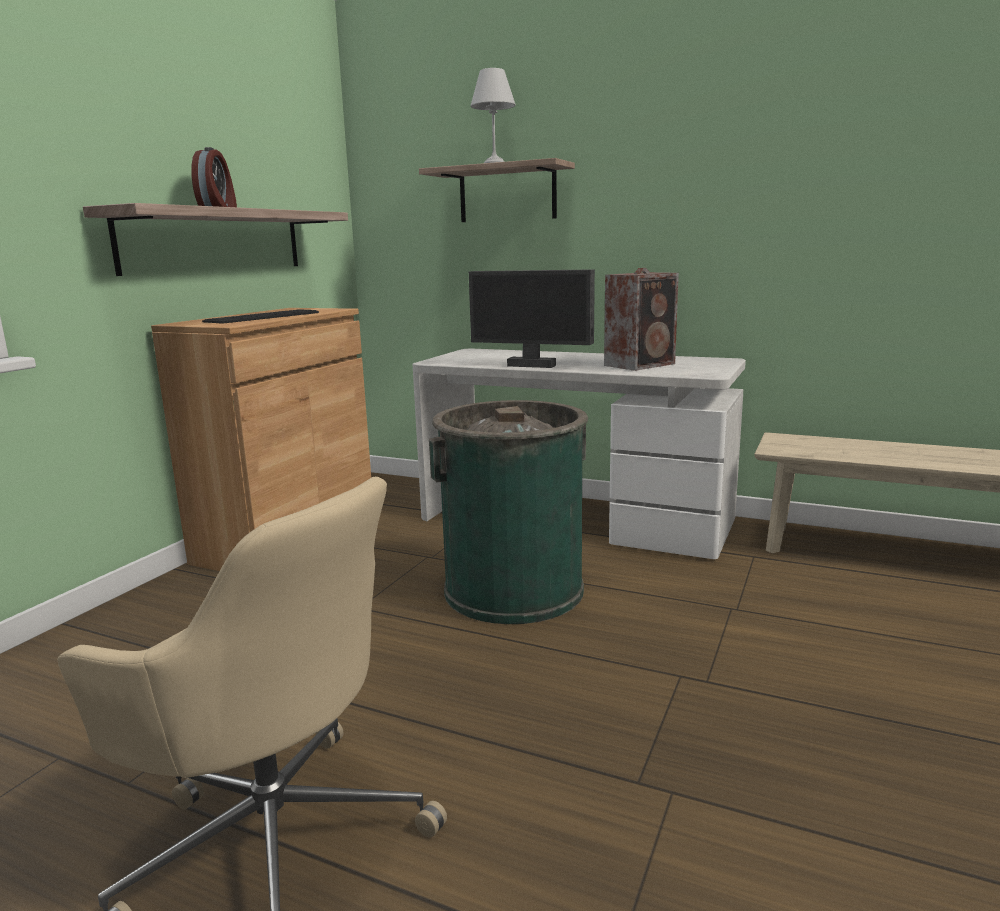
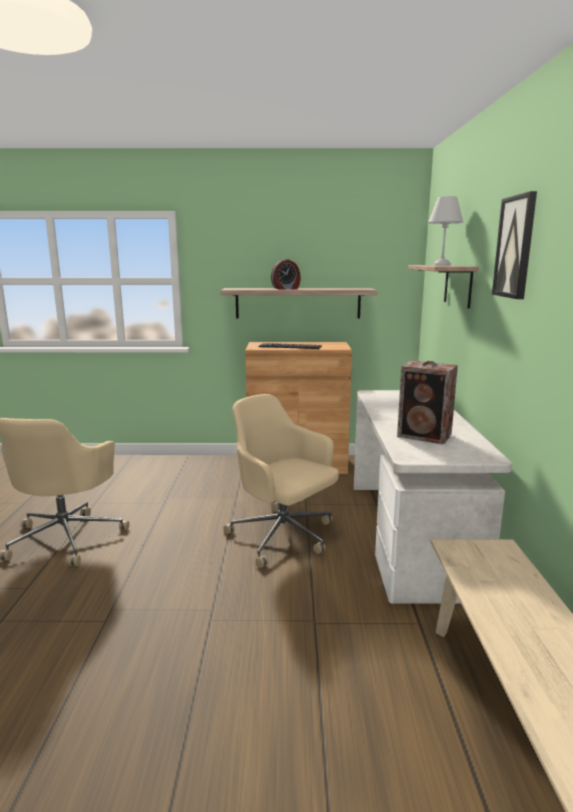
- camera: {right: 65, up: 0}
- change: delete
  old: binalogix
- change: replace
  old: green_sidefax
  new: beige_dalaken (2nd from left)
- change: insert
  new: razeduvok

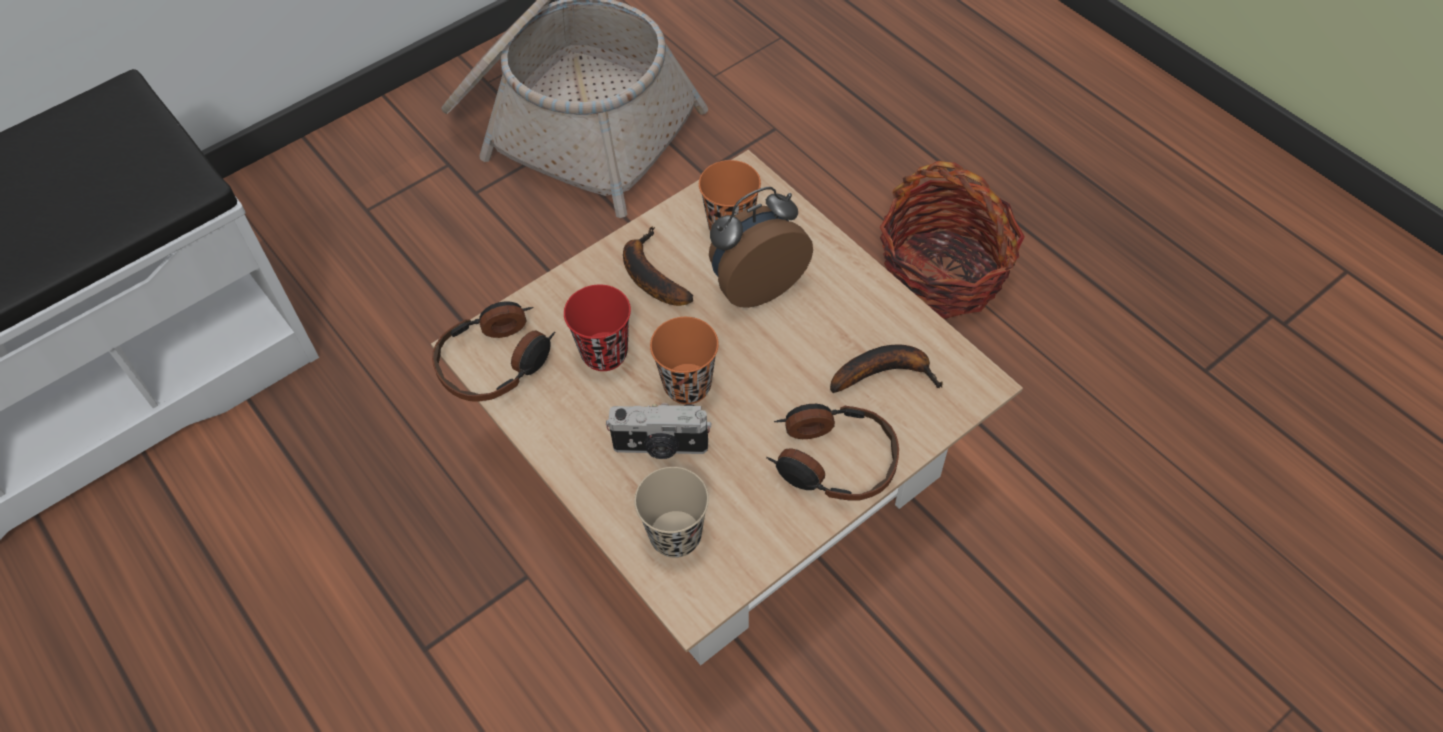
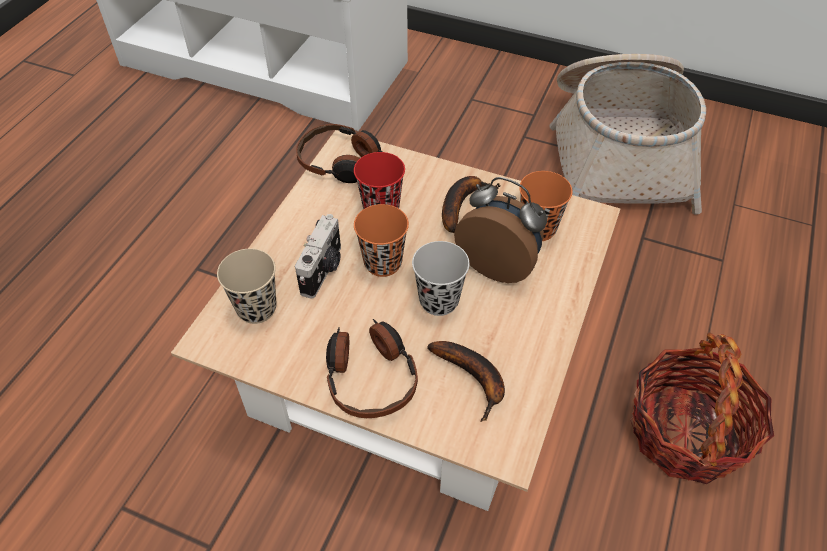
- camera: {right: 60, up: -5}
- change: rotate
  old: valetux
  degrees: -135
- change: insert
  new: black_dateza

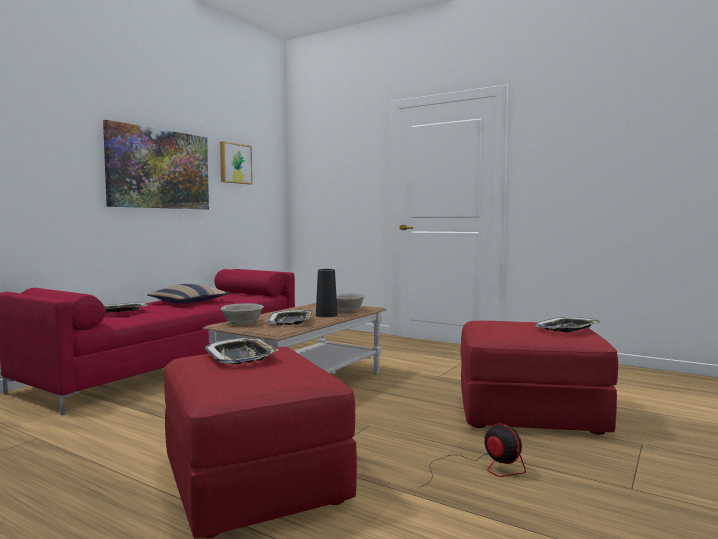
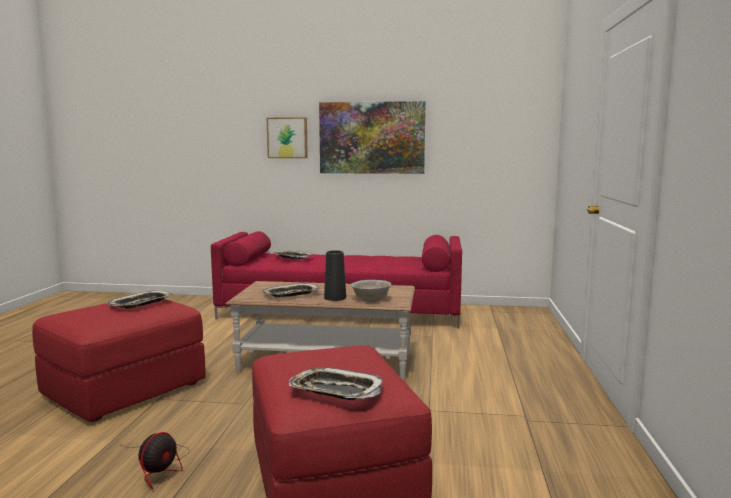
- camera: {right: 65, up: 5}
- change: move
  old: razeduvok (2nd from left in the first image)
  new: razeduvok (1st from left)
- change: delete
  old: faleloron
- change: delete
  old: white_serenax (1st from left)

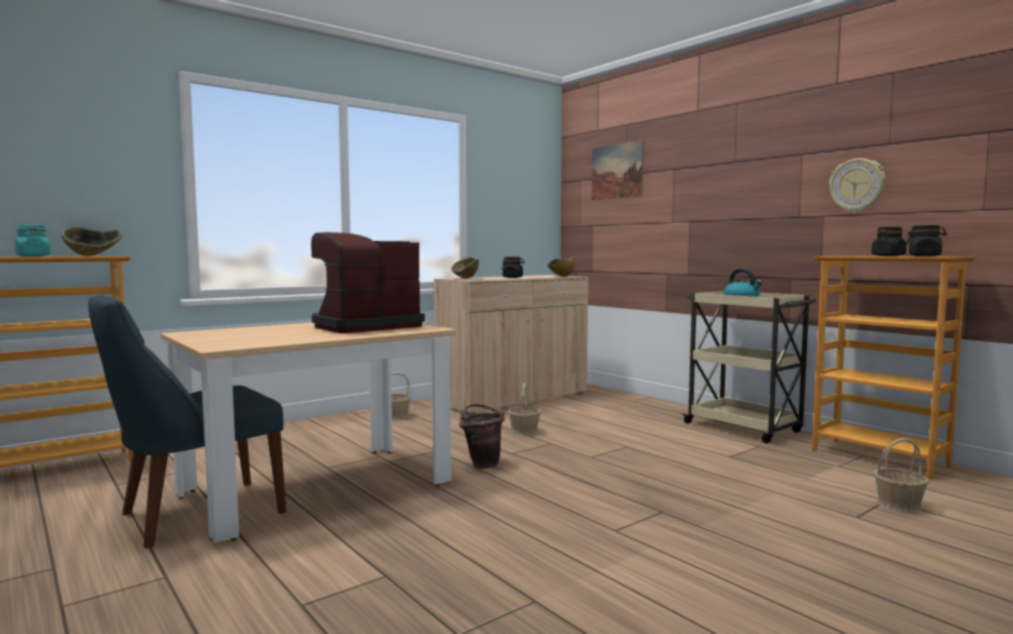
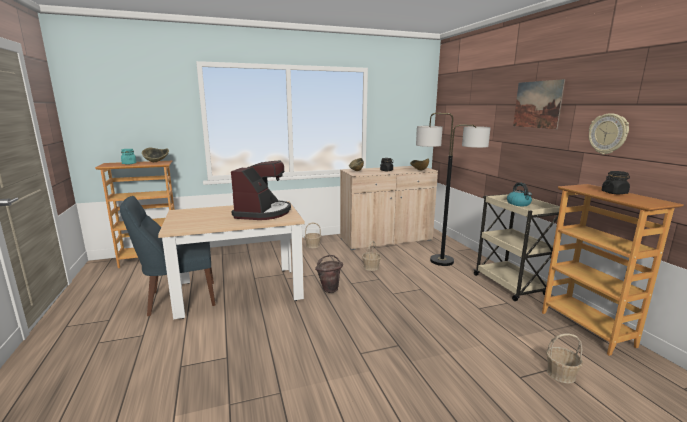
- camera: {right: 20, up: 10}
- change: move
  old: razeduvok
- change: delete
  old: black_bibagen (3rd from left)
- change: rotate
  old: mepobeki
  degrees: 120
- change: insert
  new: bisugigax

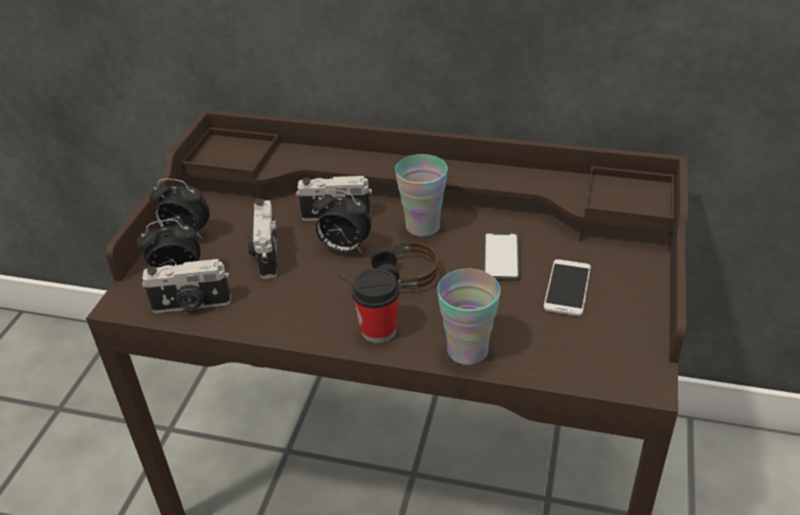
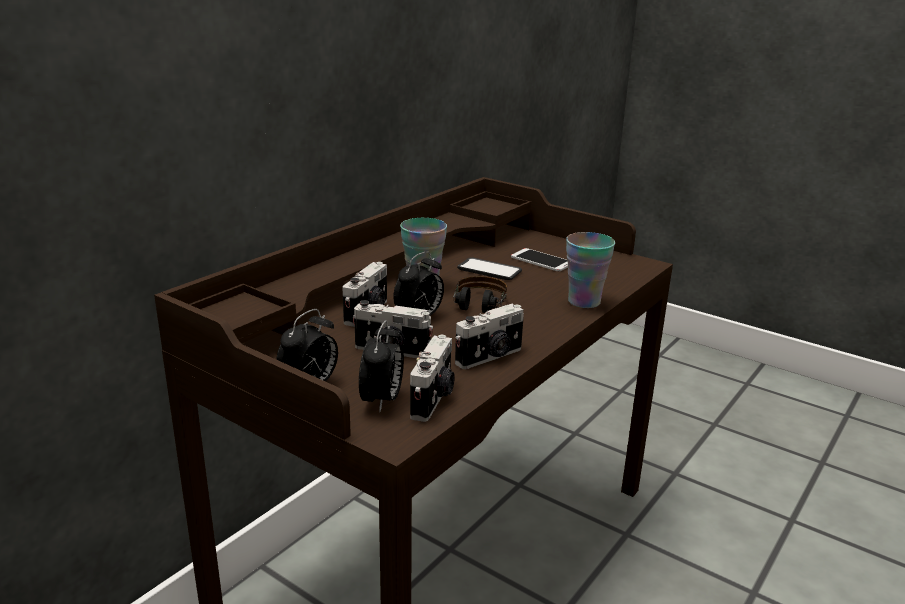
- camera: {right: -70, up: -15}
- change: delete
  old: dateza (1st from left)
- change: insert
  new: valetux (4th from left)

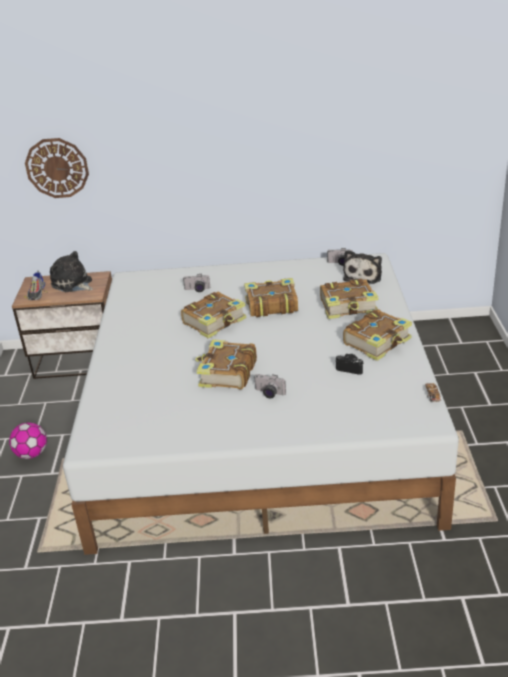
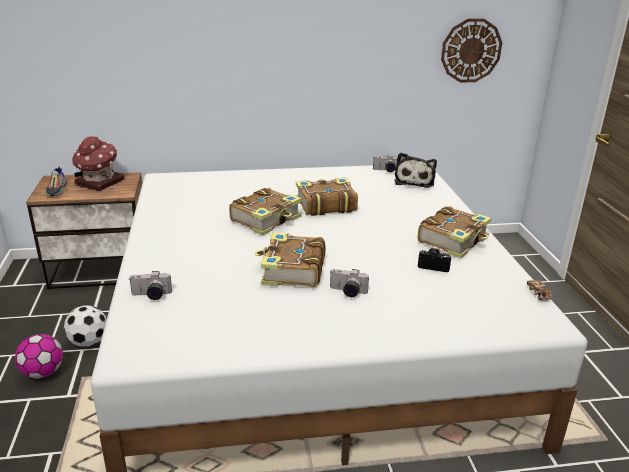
- camera: {right: -10, up: -5}
- change: move
  old: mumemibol
- change: replace
  old: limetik (1st from left)
  new: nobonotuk
- change: move
  old: valetux (1st from left)
- change: delete
  old: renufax (4th from left)
- change: insert
  new: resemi (2nd from left)

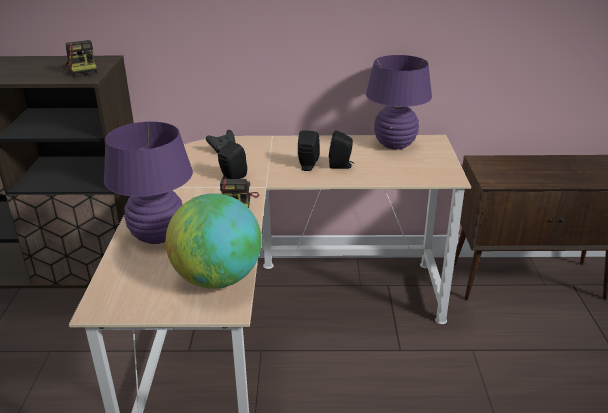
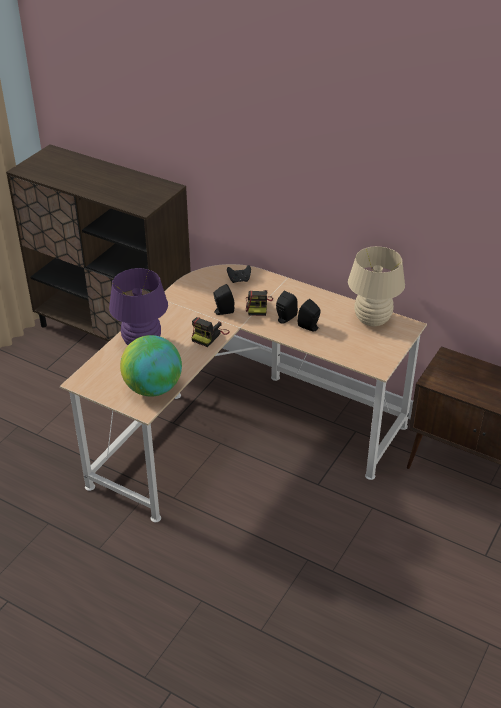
- camera: {right: 30, up: 10}
- change: move
  old: valetux (1st from left in the first image)
  new: valetux (2nd from left)
- change: recolor
  old: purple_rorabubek (2nd from left)
  new: beige_rorabubek

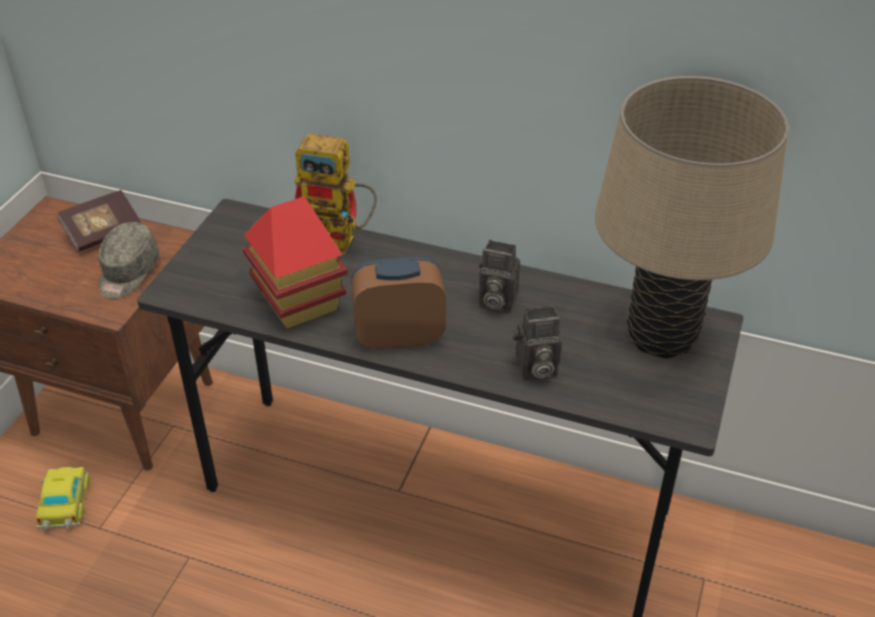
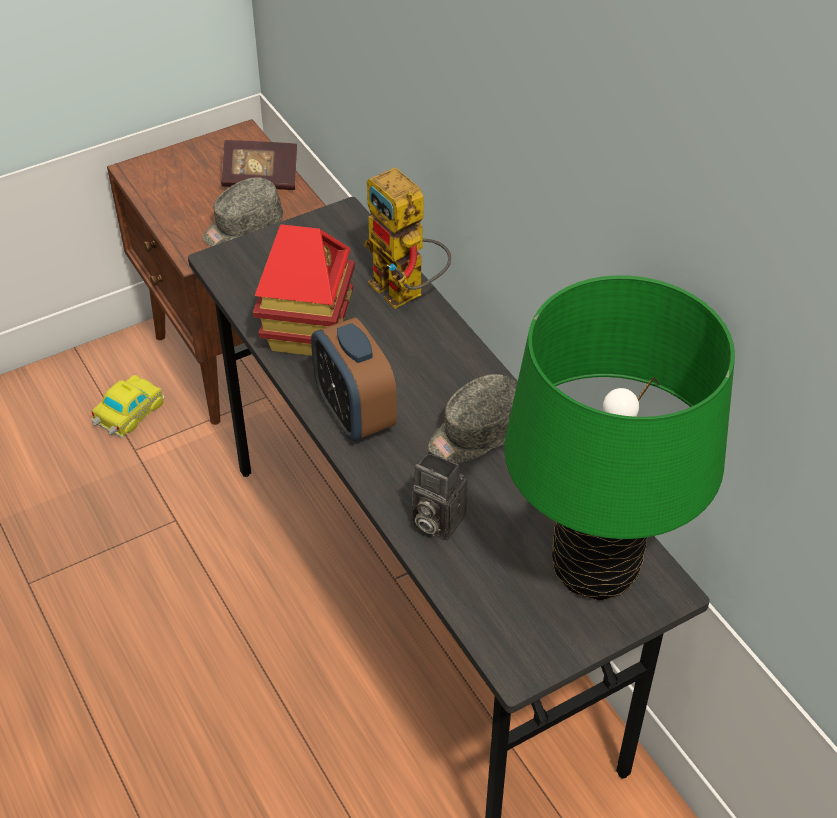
- camera: {right: 40, up: 5}
- change: recolor
  old: beige_rorabubek
  new: green_rorabubek
- change: replace
  old: valetux (1st from left)
  new: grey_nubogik (2nd from left)
- change: rotate
  old: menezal
  degrees: -150

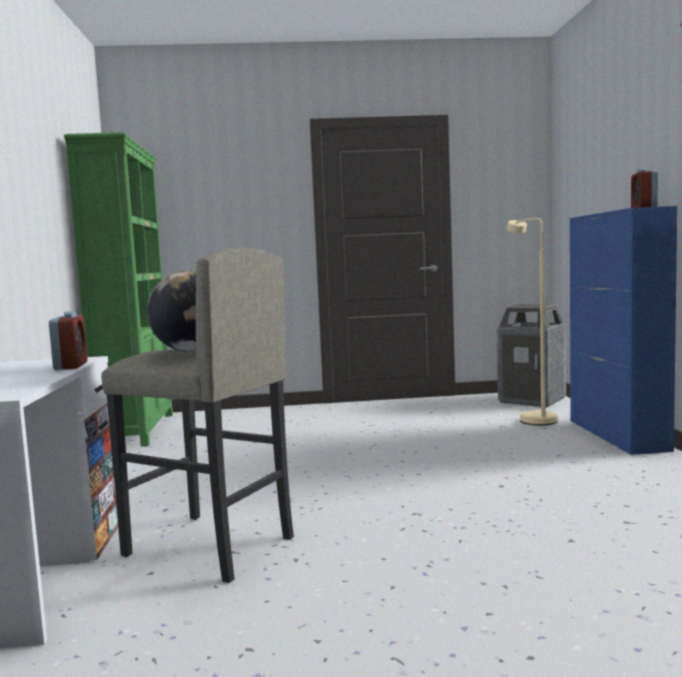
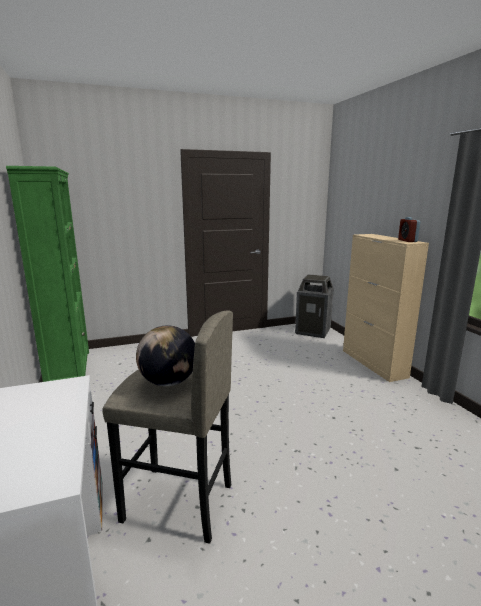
- camera: {right: -15, up: 10}
- change: recolor
  old: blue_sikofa
  new: beige_sikofa
- change: delete
  old: beige_bisugigax
- change: delete
  old: menezal (1st from left)

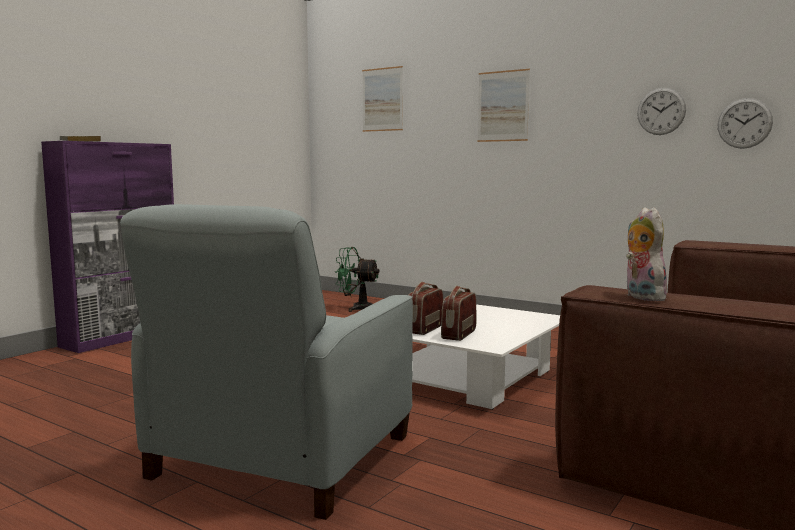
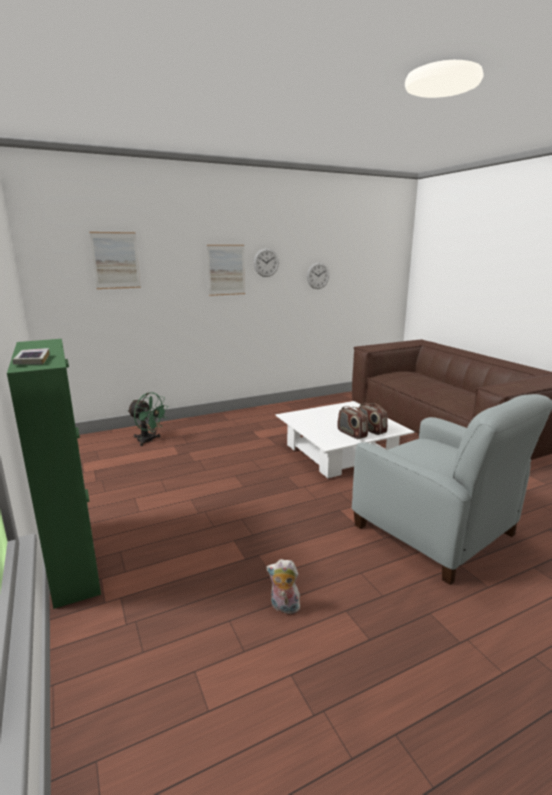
- camera: {right: -60, up: 10}
- change: move
  old: mumemibol (2nd from left in the first image)
  new: mumemibol (1st from left)
- change: recolor
  old: purple_sikofa
  new: green_sikofa
- change: move
  old: limetik
- change: rotate
  old: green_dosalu
  degrees: -105

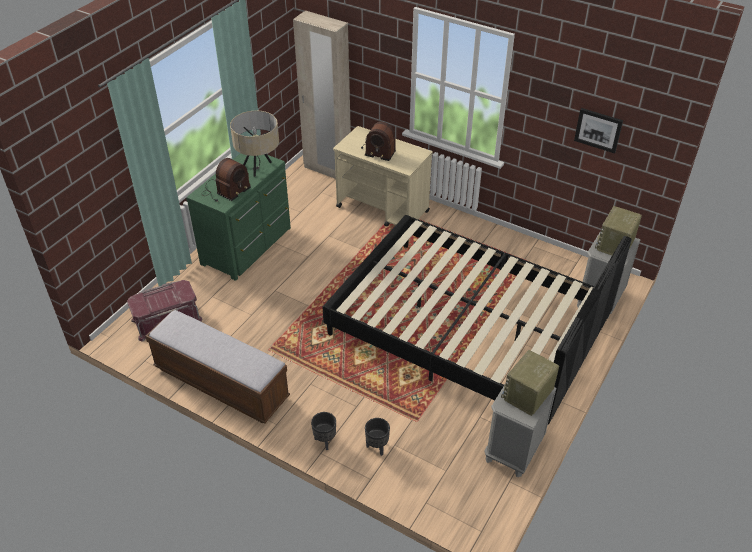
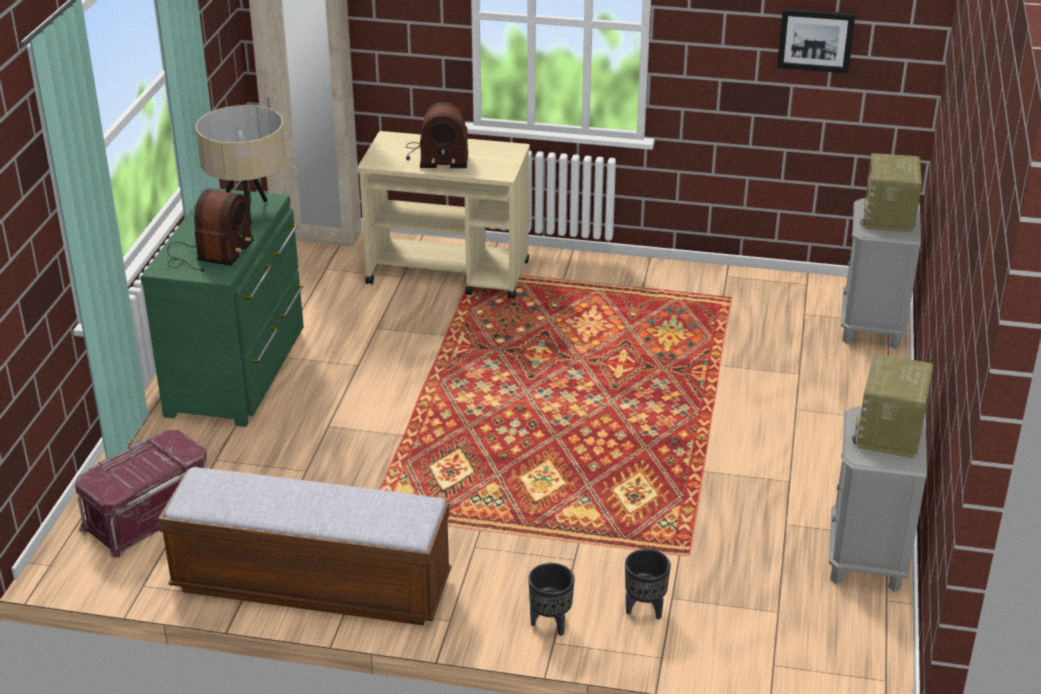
- camera: {right: -20, up: -10}
- change: delete
  old: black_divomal

